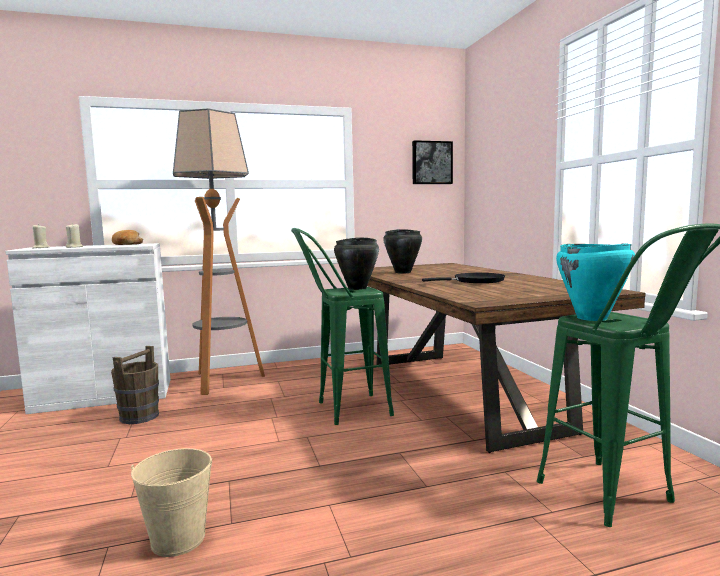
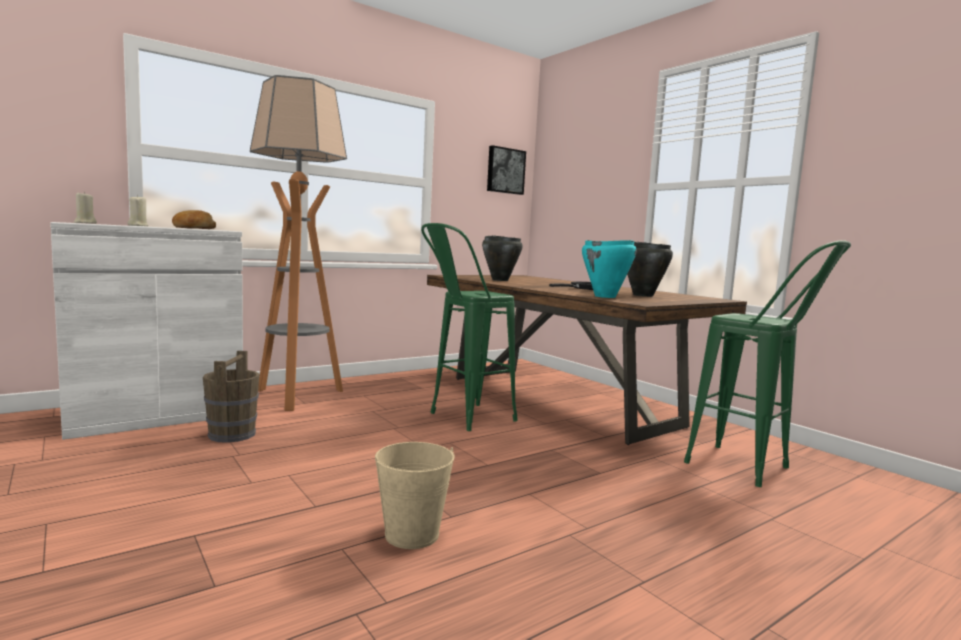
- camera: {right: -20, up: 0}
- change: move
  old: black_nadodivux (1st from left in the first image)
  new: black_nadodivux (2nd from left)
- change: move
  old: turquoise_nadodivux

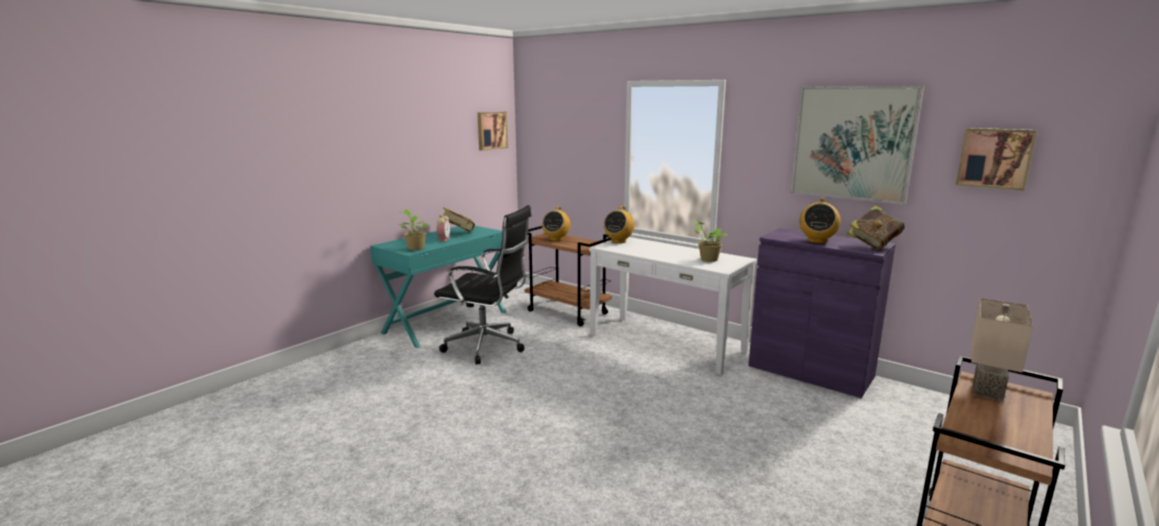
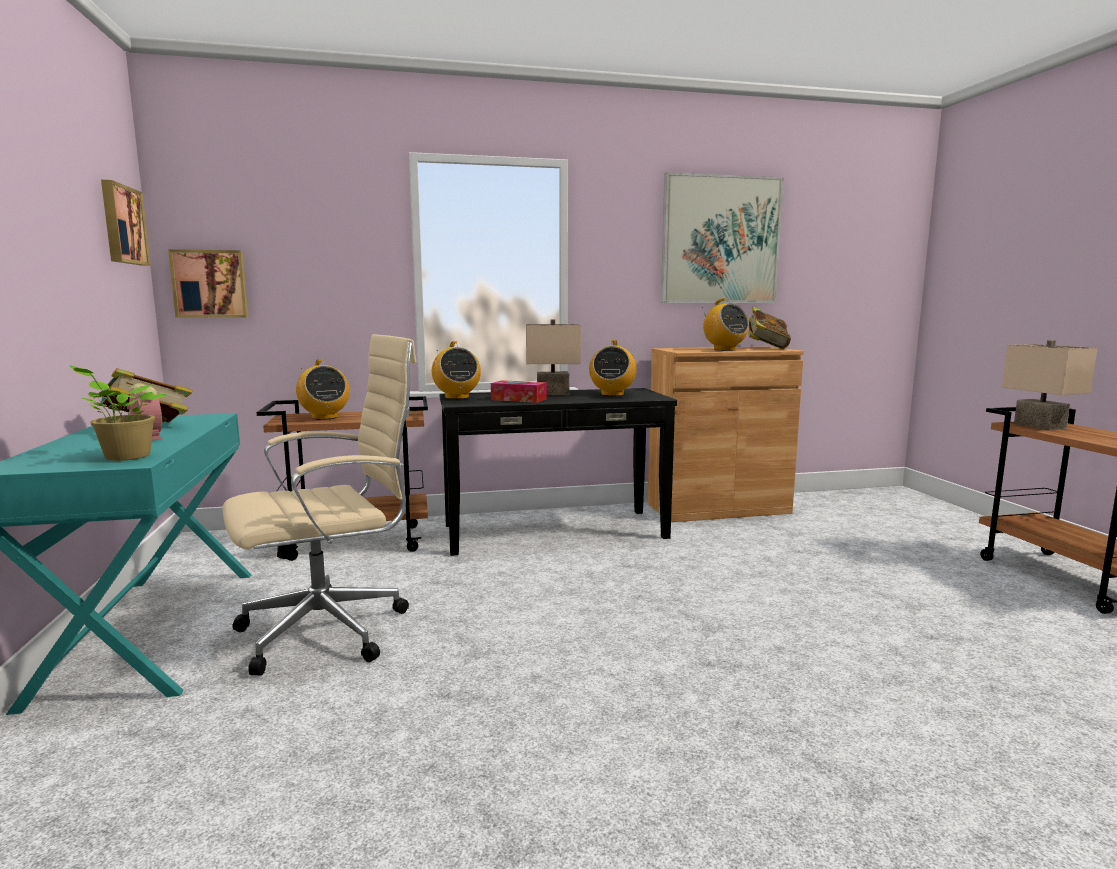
- camera: {right: -50, up: -5}
- change: move
  old: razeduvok (3rd from left in the first image)
  new: razeduvok (2nd from left)
- change: recolor
  old: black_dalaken
  new: beige_dalaken
- change: replace
  old: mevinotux (2nd from left)
  new: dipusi (3rd from left)
- change: recolor
  old: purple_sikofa
  new: brown_sikofa
- change: recolor
  old: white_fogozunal
  new: black_fogozunal
- change: insert
  new: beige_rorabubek (1st from left)
- change: insert
  new: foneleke

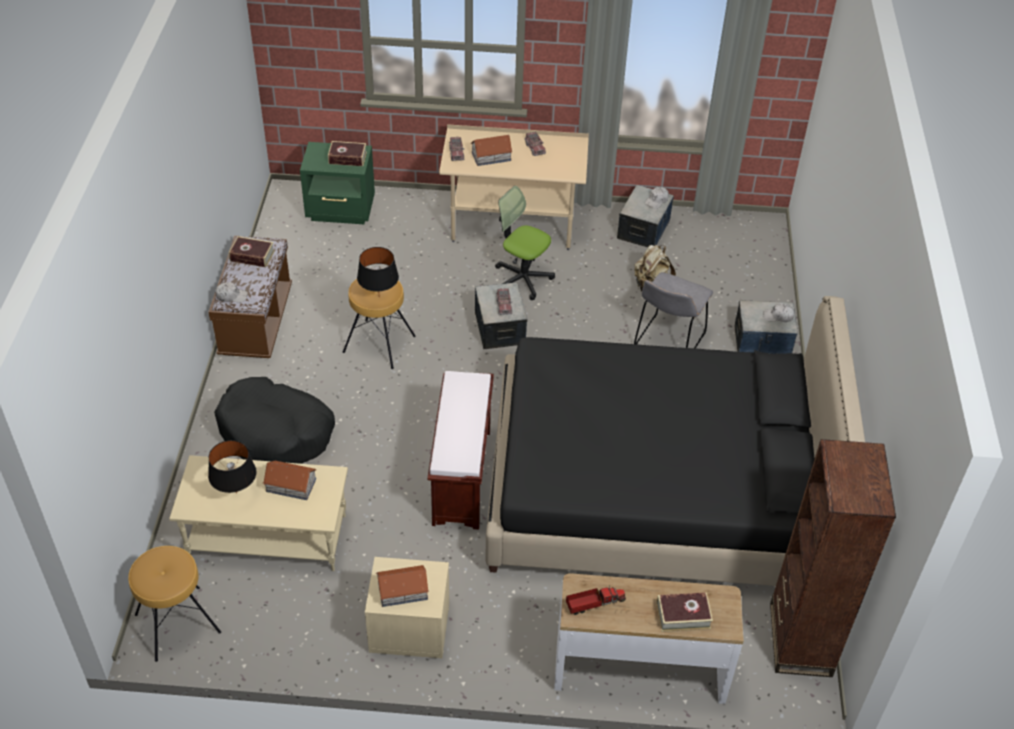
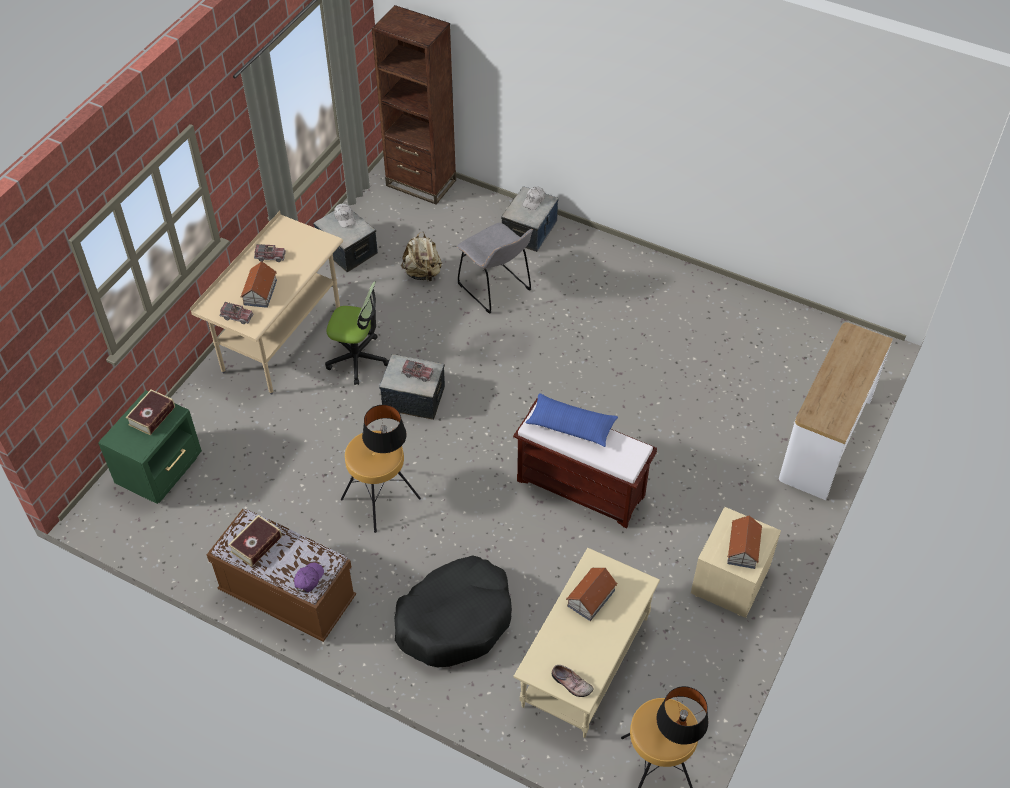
- camera: {right: -65, up: 5}
- change: rotate
  old: dalaken
  degrees: -135
- change: recolor
  old: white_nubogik (1st from left)
  new: purple_nubogik
- change: delete
  old: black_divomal
- change: move
  old: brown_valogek
- change: move
  old: black_rorabubek (1st from left in the first image)
  new: black_rorabubek (2nd from left)
- change: delete
  old: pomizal (4th from left)
- change: delete
  old: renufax (3rd from left)
- change: insert
  new: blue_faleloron
- change: insert
  new: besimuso

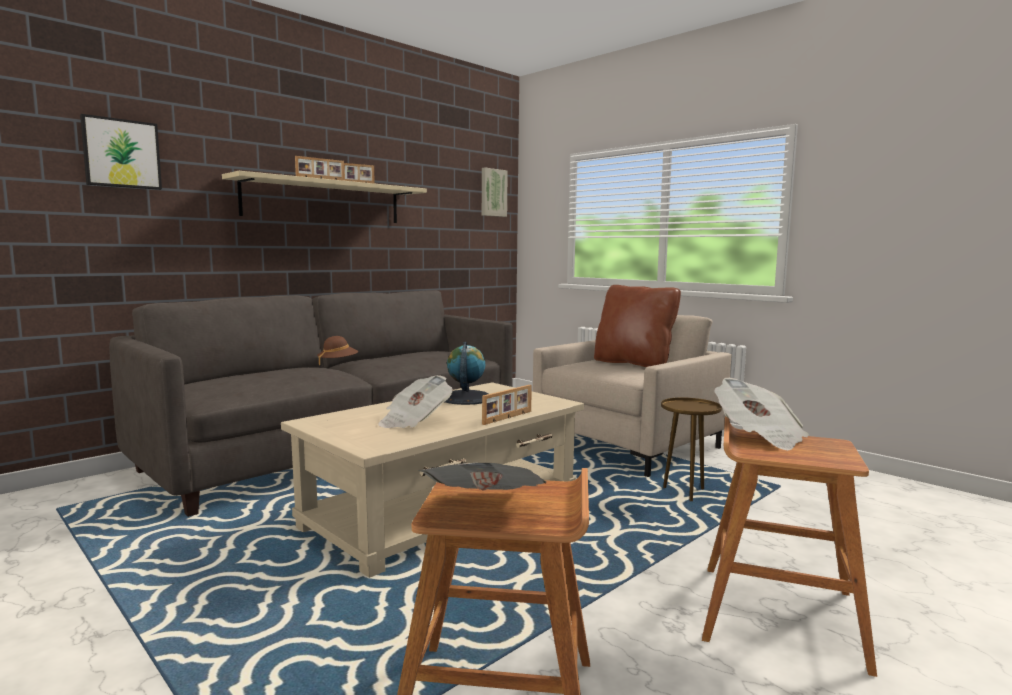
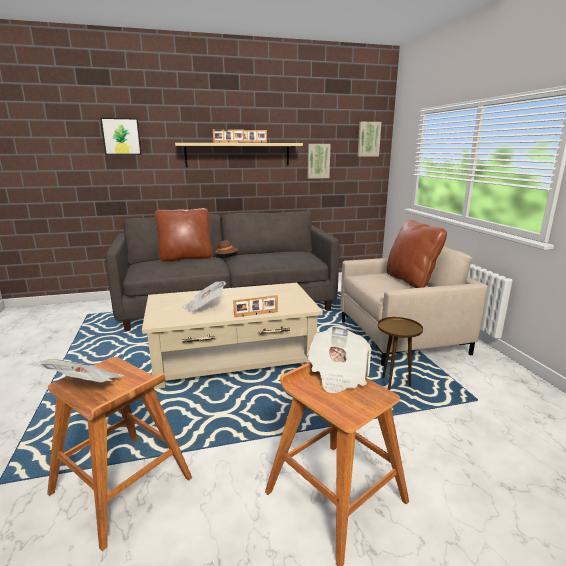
- camera: {right: 30, up: 10}
- change: delete
  old: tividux
- change: insert
  new: razeduvok (2nd from left)
- change: insert
  new: brown_faleloron (1st from left)

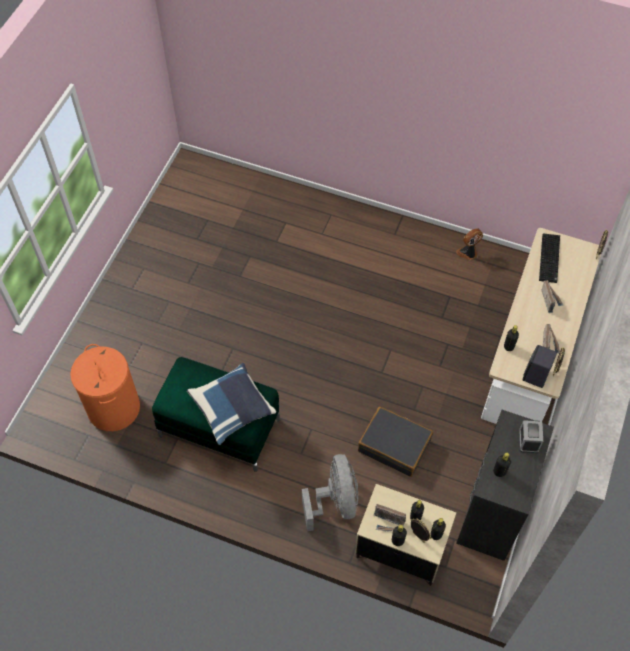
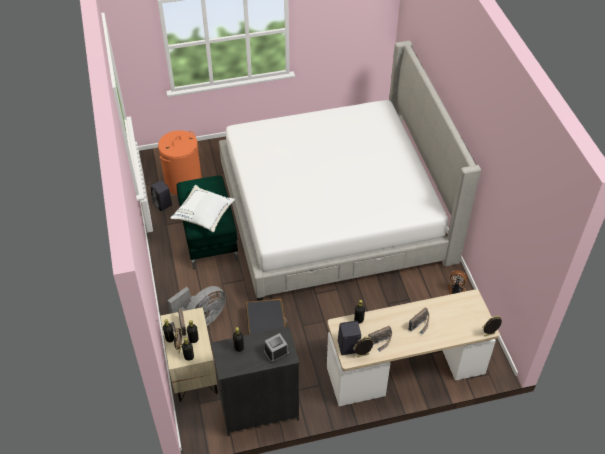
- camera: {right: 55, up: -10}
- change: delete
  old: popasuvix
- change: recolor
  old: blue_faleloron
  new: white_faleloron
- change: insert
  new: divomal
- change: insert
  new: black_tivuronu (1st from left)

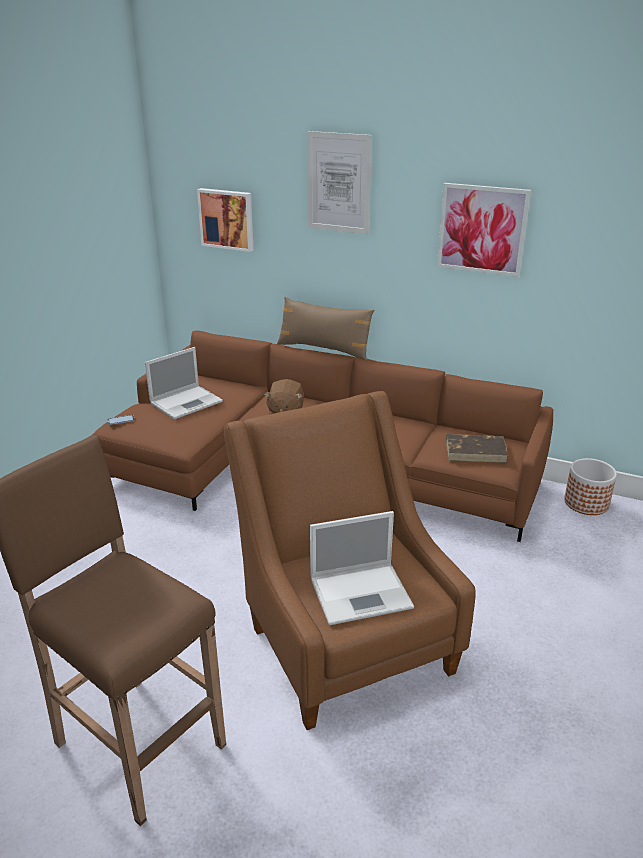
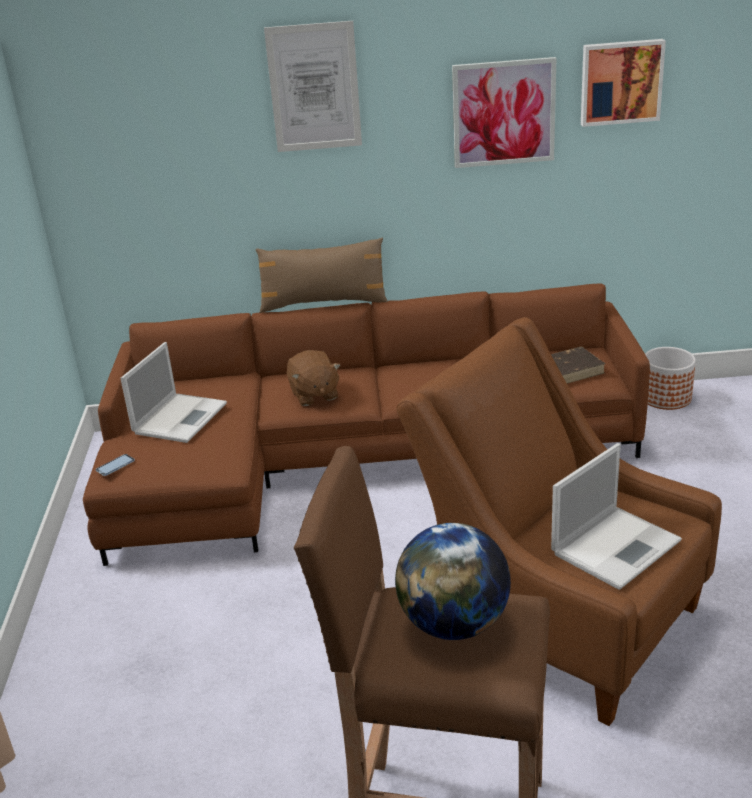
- camera: {right: -25, up: 0}
- change: move
  old: razeduvok (1st from left in the first image)
  new: razeduvok (3rd from left)
- change: insert
  new: tividux

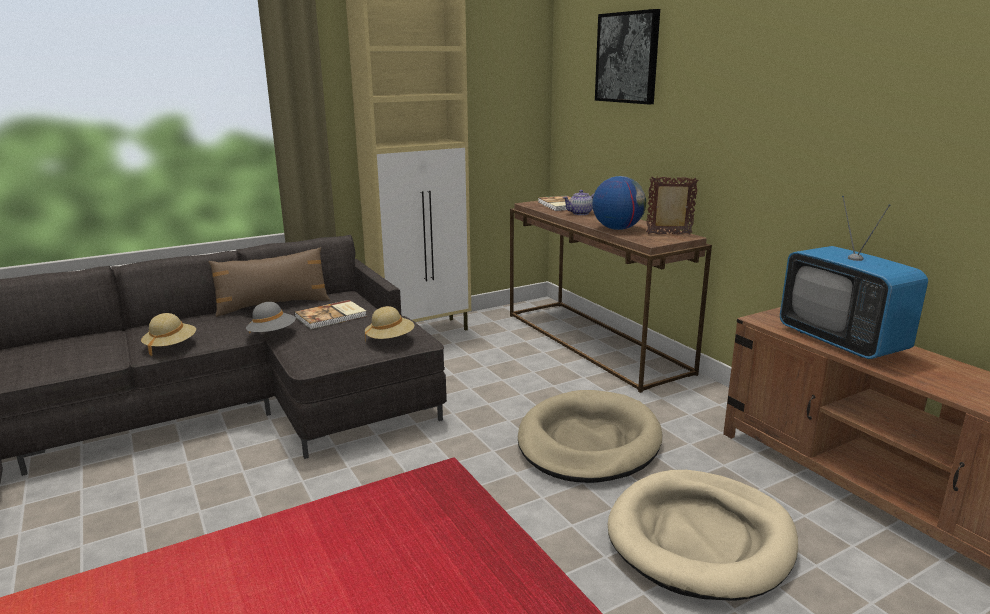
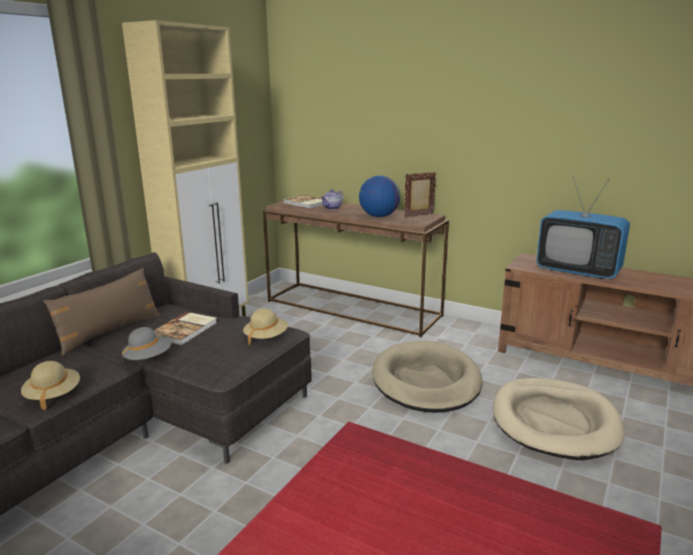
- camera: {right: -30, up: 0}
- change: delete
  old: razeduvok

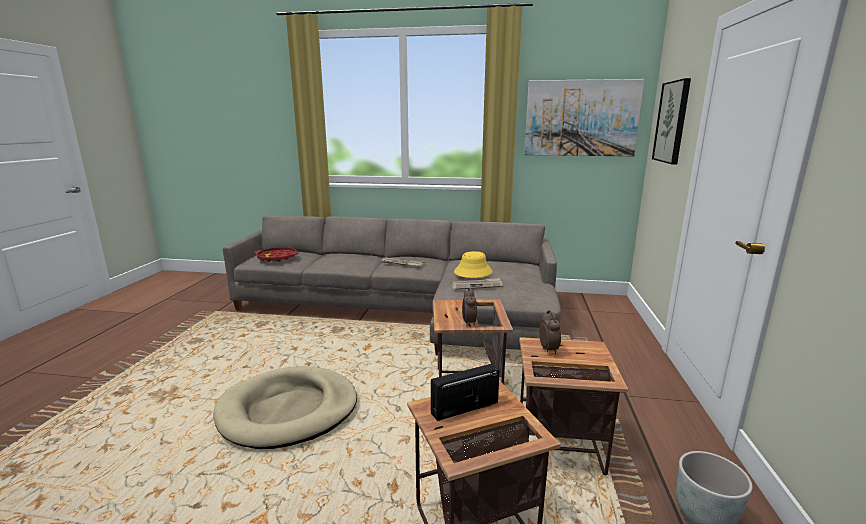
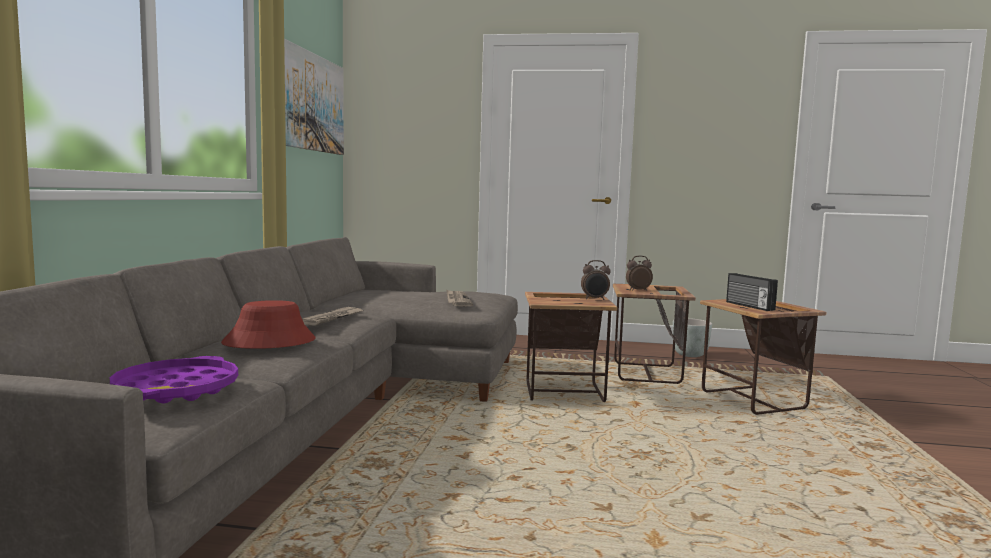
- camera: {right: -90, up: -10}
- change: delete
  old: razeduvok (2nd from left)
- change: recolor
  old: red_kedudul
  new: purple_kedudul
- change: delete
  old: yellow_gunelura
- change: delete
  old: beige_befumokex
- change: insert
  new: red_gunelura

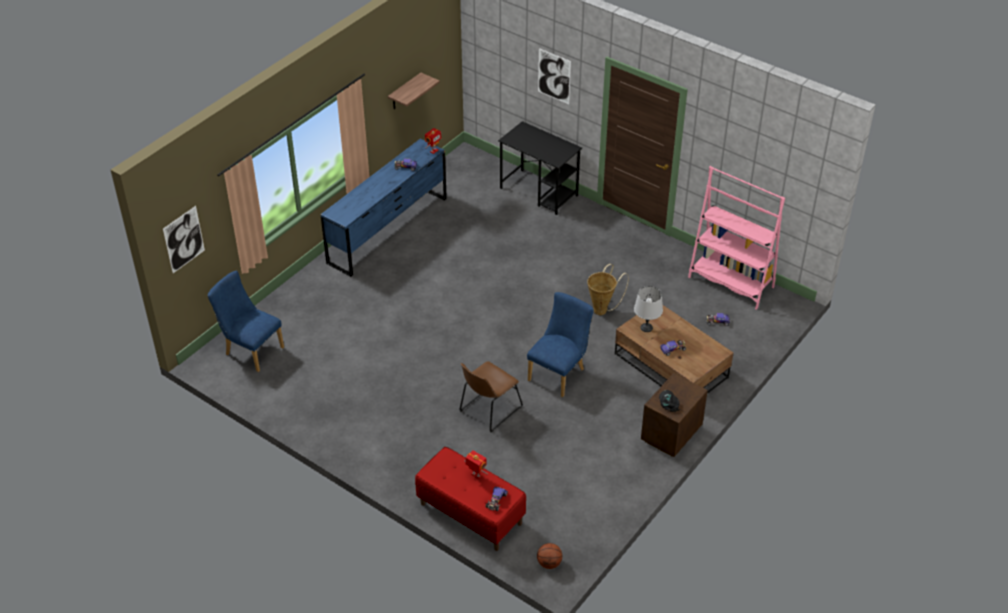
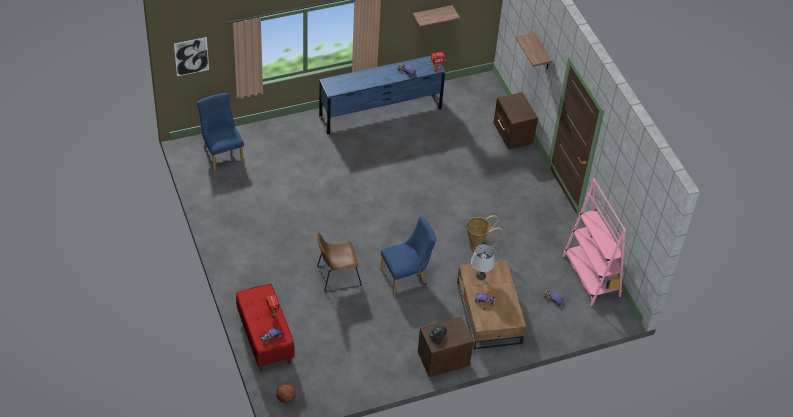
- camera: {right: 30, up: 5}
- change: replace
  old: razeduvok (2nd from left)
  new: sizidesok (2nd from left)
- change: replace
  old: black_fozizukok
  new: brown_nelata (2nd from left)

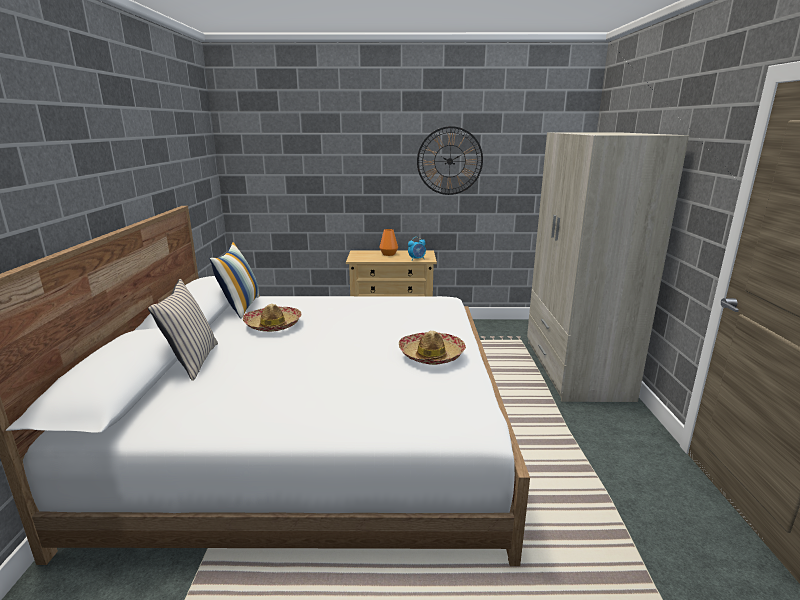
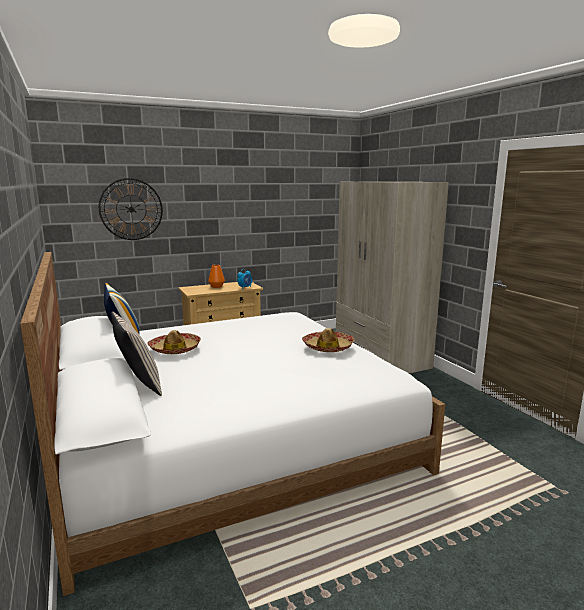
- camera: {right: -25, up: -5}
- change: move
  old: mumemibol

